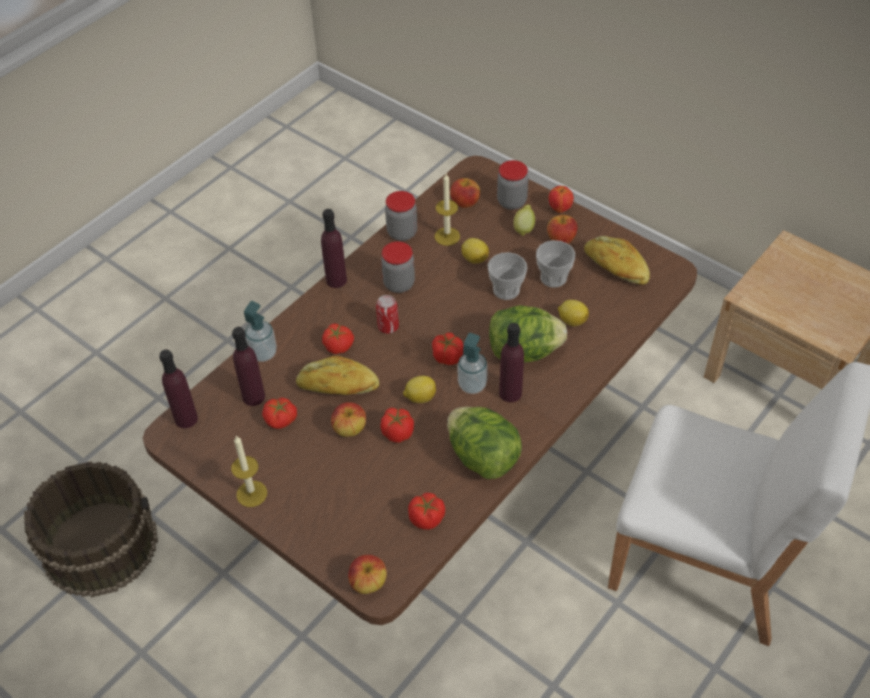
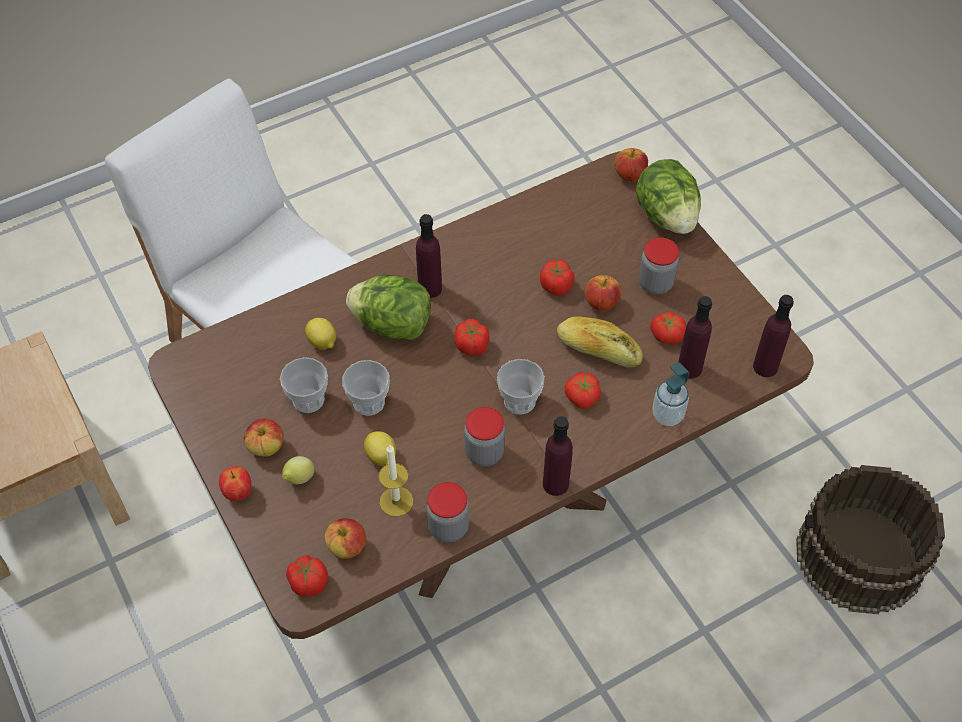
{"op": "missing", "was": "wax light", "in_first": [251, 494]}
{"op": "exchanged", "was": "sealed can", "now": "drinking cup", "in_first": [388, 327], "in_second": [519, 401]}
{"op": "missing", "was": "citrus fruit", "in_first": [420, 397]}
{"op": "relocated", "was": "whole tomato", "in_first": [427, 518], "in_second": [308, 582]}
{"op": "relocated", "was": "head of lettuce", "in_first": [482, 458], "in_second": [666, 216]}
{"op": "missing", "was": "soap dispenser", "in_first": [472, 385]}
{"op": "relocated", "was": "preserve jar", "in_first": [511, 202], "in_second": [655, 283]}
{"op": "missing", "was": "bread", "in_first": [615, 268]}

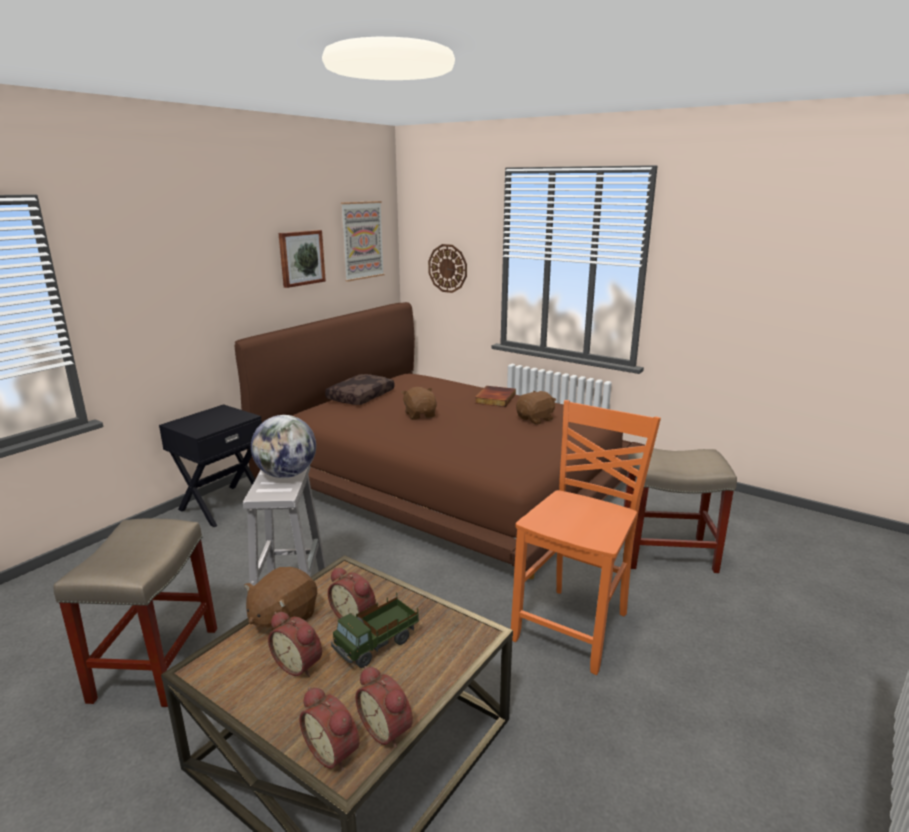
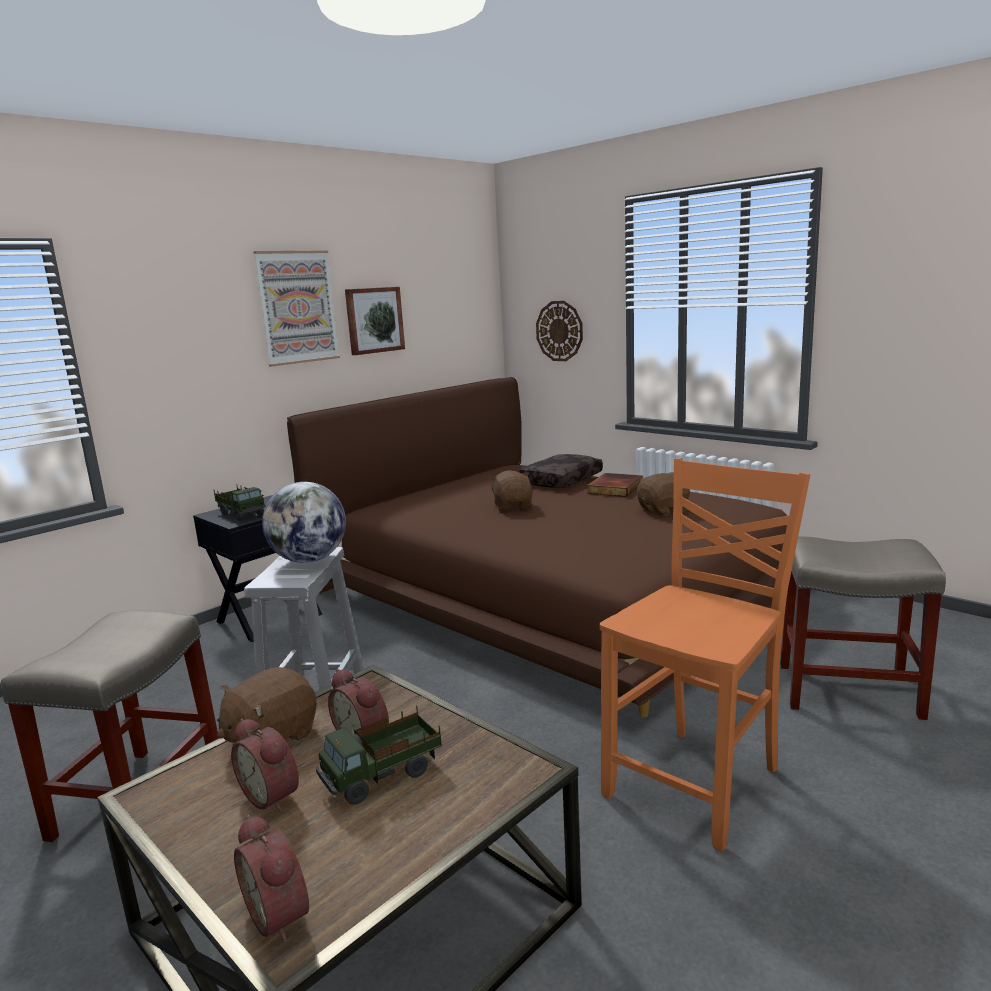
{"op": "relocated", "was": "throw pillow (brown)", "in_first": [360, 396], "in_second": [561, 480]}
{"op": "relocated", "was": "picture", "in_first": [362, 240], "in_second": [297, 307]}
{"op": "missing", "was": "alarm clock", "in_first": [388, 728]}
{"op": "appeared", "now": "toy truck", "in_second": [242, 514]}

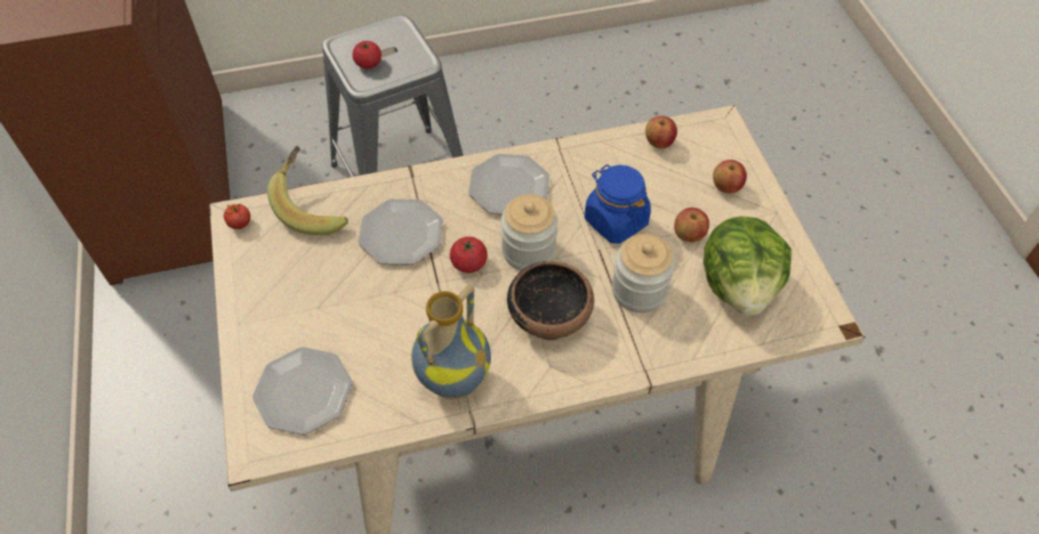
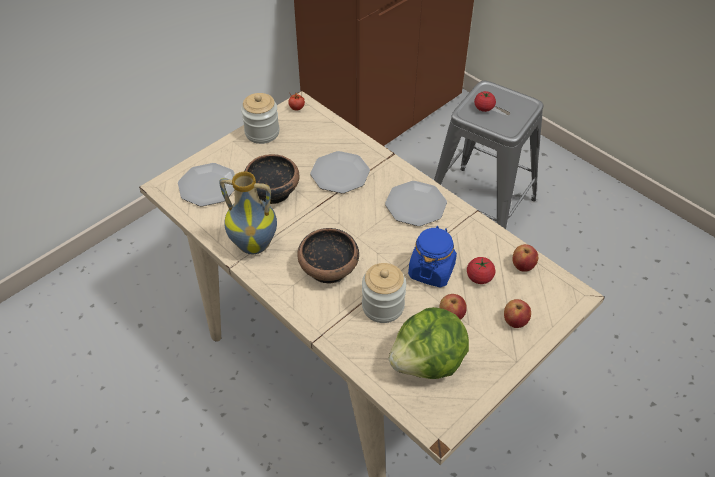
{"op": "missing", "was": "banana fruit", "in_first": [313, 206]}
{"op": "relocated", "was": "whole tomato", "in_first": [469, 263], "in_second": [479, 277]}
{"op": "relocated", "was": "preserve jar", "in_first": [529, 251], "in_second": [262, 132]}
{"op": "appeared", "now": "deep dish", "in_second": [272, 191]}

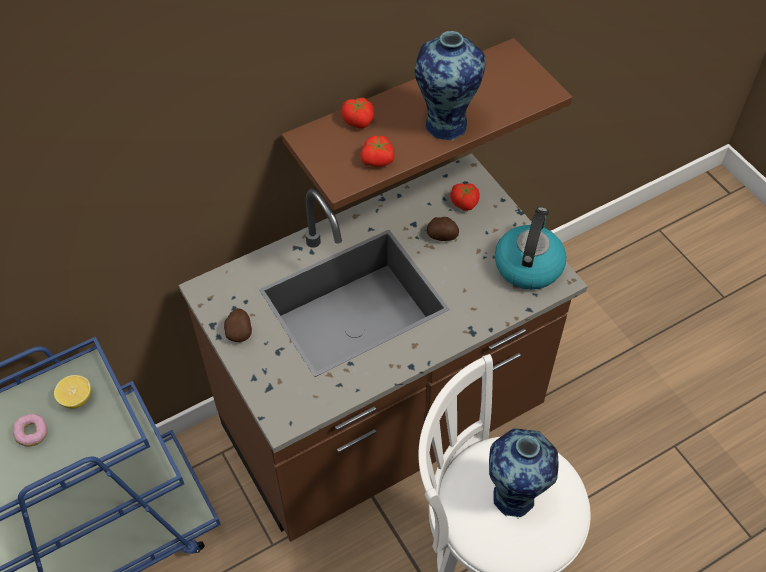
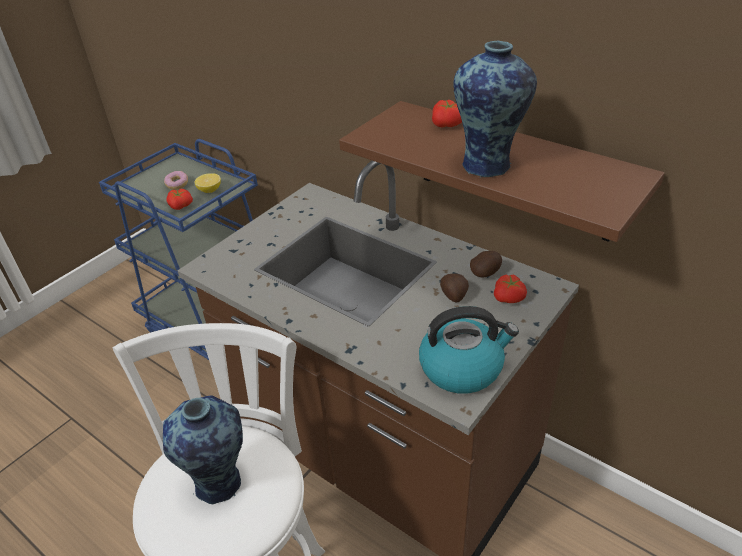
{"op": "relocated", "was": "whole potato", "in_first": [239, 331], "in_second": [486, 273]}
{"op": "relocated", "was": "whole tomato", "in_first": [378, 160], "in_second": [180, 206]}

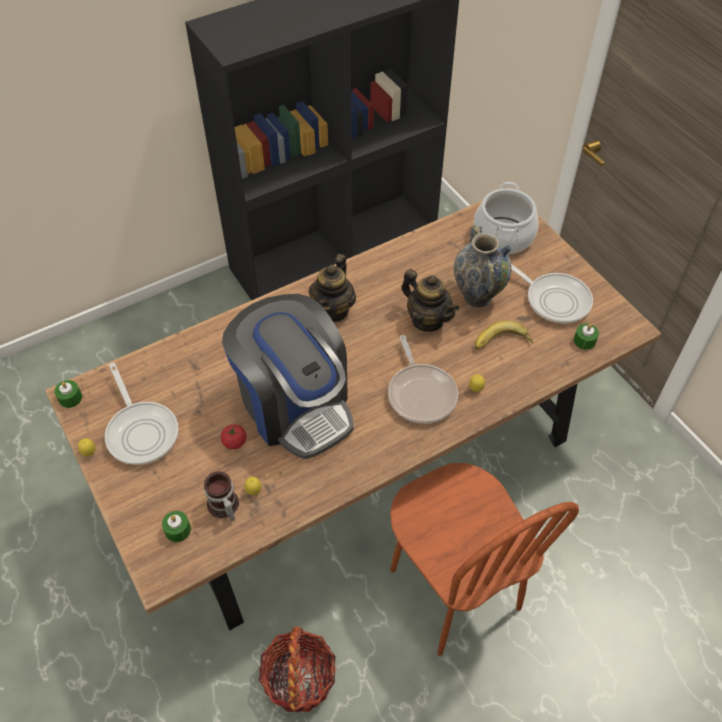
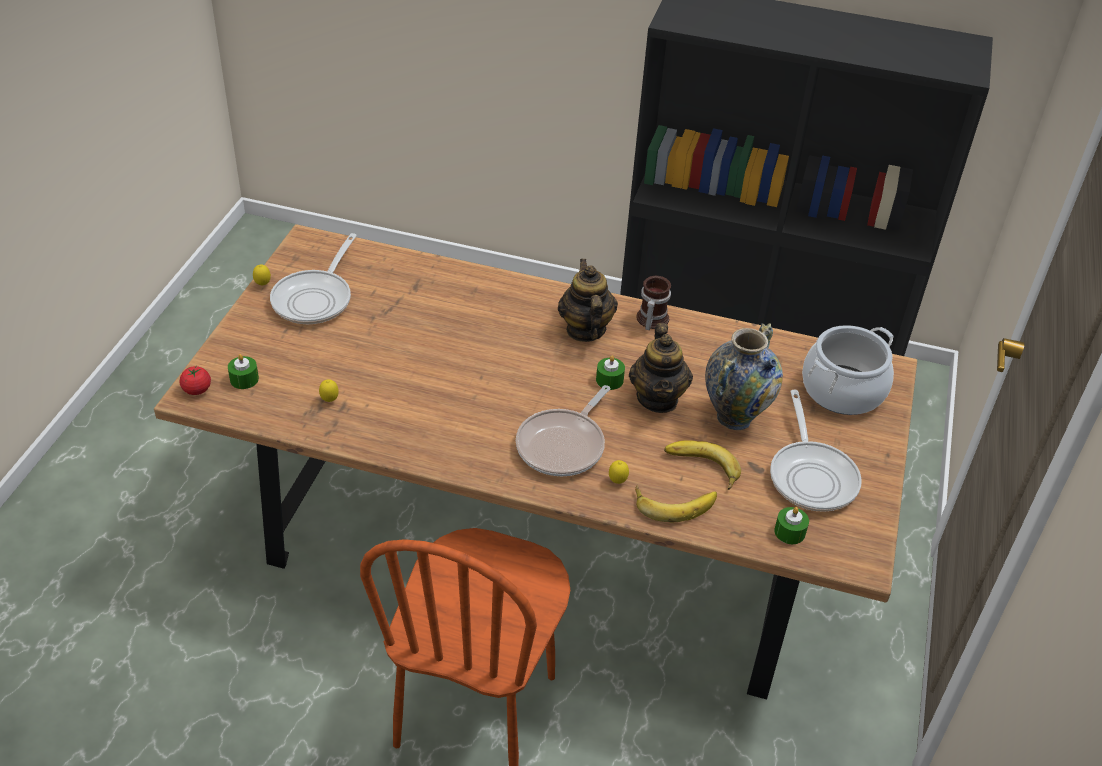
{"op": "relocated", "was": "wax light (green)", "in_first": [70, 398], "in_second": [609, 380]}
{"op": "relocated", "was": "coffee mug", "in_first": [223, 507], "in_second": [650, 320]}
{"op": "relocated", "was": "whole tomato", "in_first": [234, 442], "in_second": [197, 389]}
{"op": "missing", "was": "coffee maker", "in_first": [295, 405]}
{"op": "missing", "was": "storage basket", "in_first": [299, 678]}
{"op": "spun", "was": "pot for tea", "in_first": [333, 310], "in_second": [585, 330], "clockwise": 105}
{"op": "appeared", "now": "banana fruit", "in_second": [674, 502]}

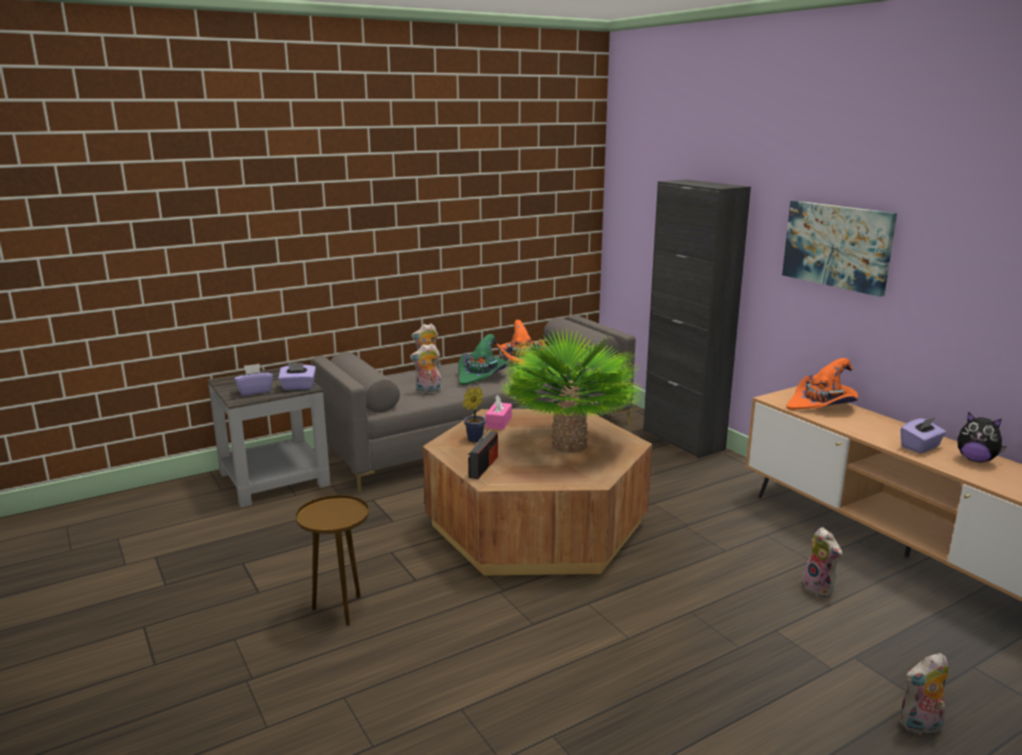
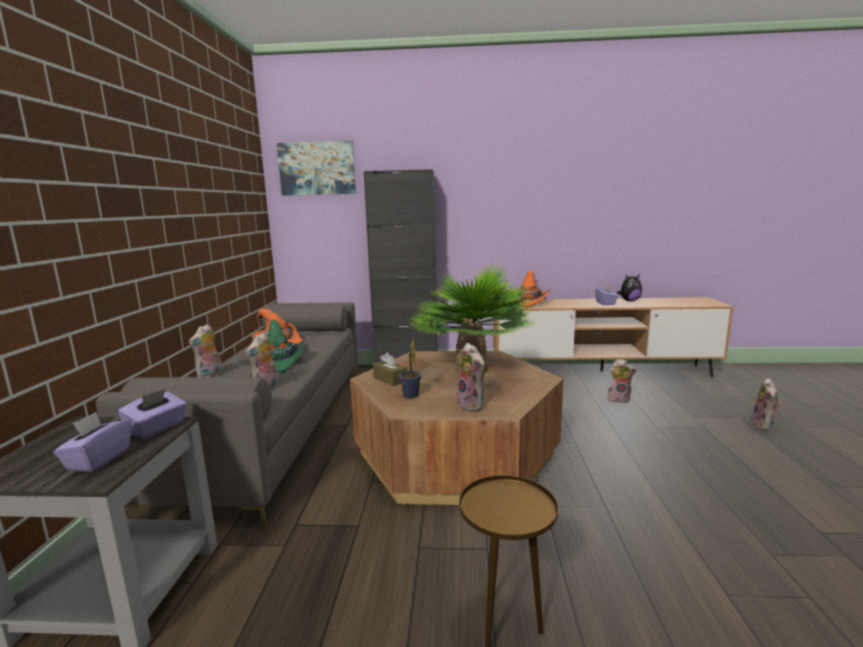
{"op": "exchanged", "was": "radio set", "now": "soft toy", "in_first": [483, 467], "in_second": [473, 405]}
{"op": "colour", "was": "tissue box (pink)", "now": "tissue box (brown)", "in_first": [499, 422], "in_second": [390, 379]}
{"op": "relocated", "was": "picture", "in_first": [837, 246], "in_second": [317, 168]}

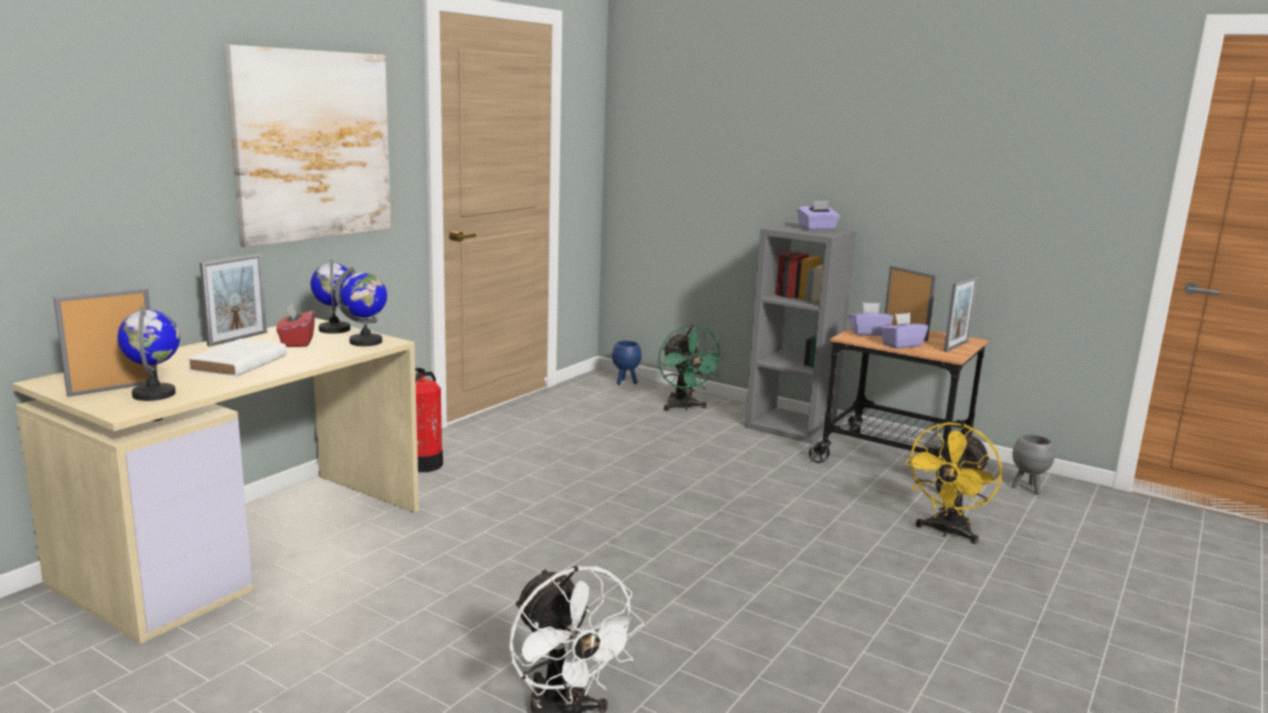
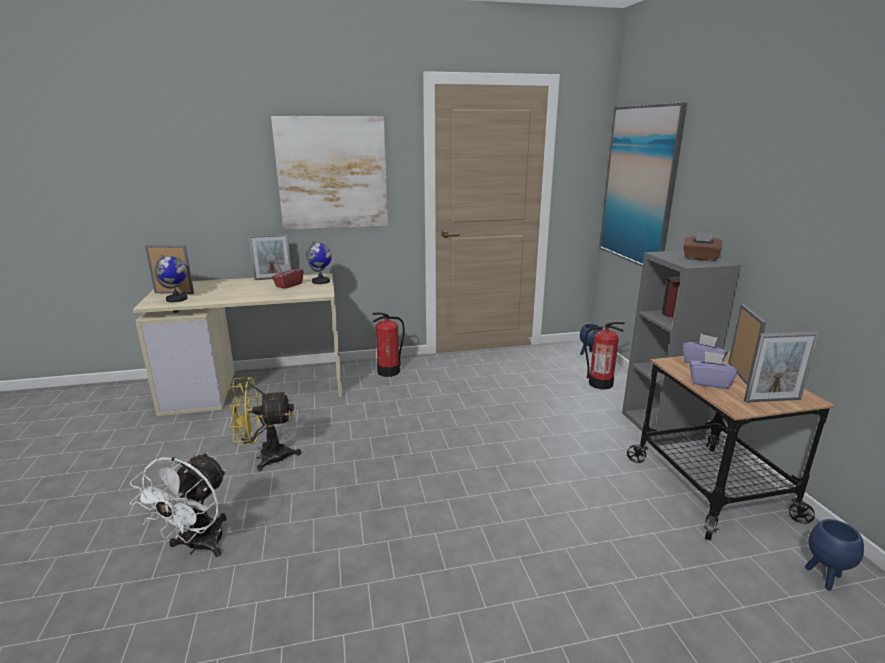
{"op": "missing", "was": "volume (whitish)", "in_first": [237, 364]}
{"op": "missing", "was": "desk globe", "in_first": [366, 342]}
{"op": "exchanged", "was": "fan (green)", "now": "fire extinguisher", "in_first": [684, 407], "in_second": [600, 383]}
{"op": "colour", "was": "tissue box (purple)", "now": "tissue box (brown)", "in_first": [817, 229], "in_second": [700, 258]}
{"op": "relocated", "was": "fan (yellow)", "in_first": [947, 532], "in_second": [265, 457]}
{"op": "colour", "was": "flower pot (gray)", "now": "flower pot (blue)", "in_first": [1027, 489], "in_second": [824, 578]}
{"op": "appeared", "now": "picture", "in_second": [639, 186]}

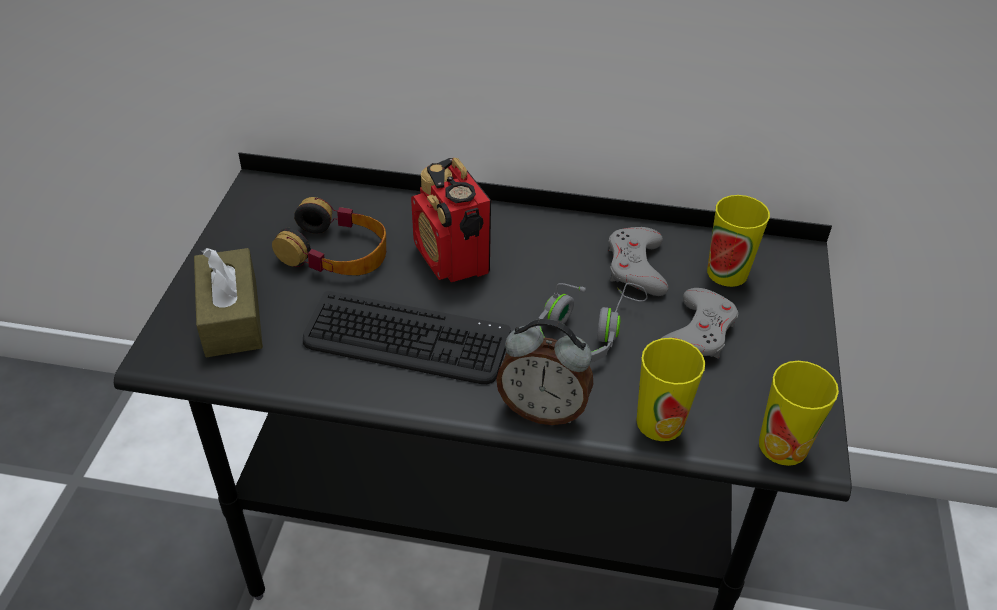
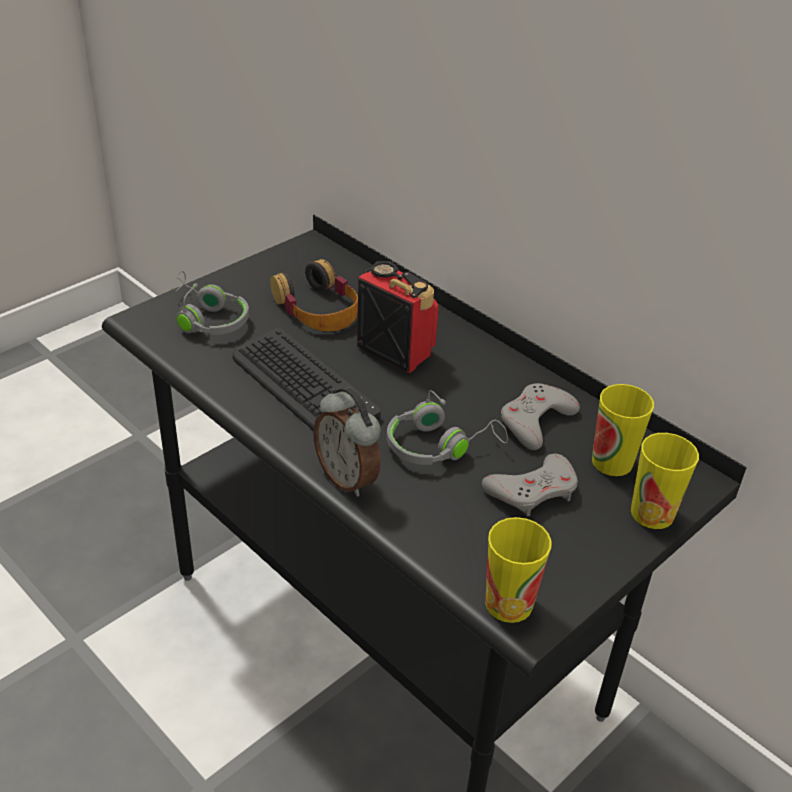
{"op": "exchanged", "was": "tissue box (brown)", "now": "headphones (gray)", "in_first": [231, 317], "in_second": [206, 318]}
{"op": "spun", "was": "radio set", "in_first": [452, 259], "in_second": [395, 350], "clockwise": 120}
{"op": "relocated", "was": "drinking cup", "in_first": [660, 422], "in_second": [652, 513]}

